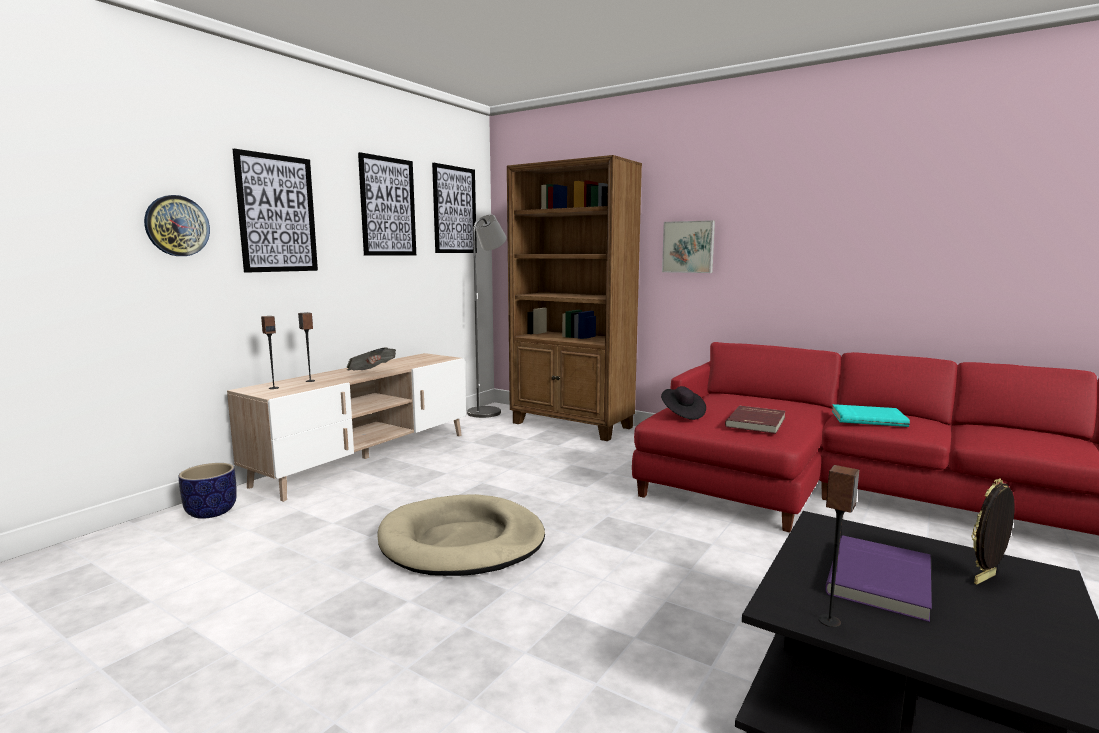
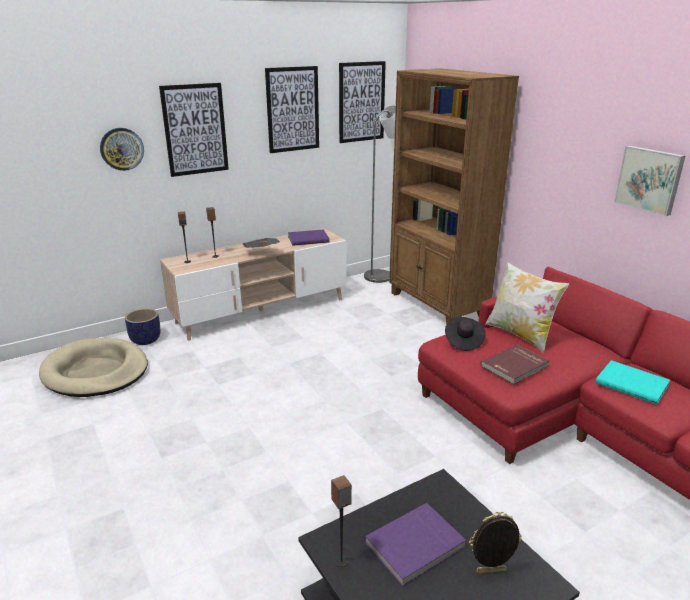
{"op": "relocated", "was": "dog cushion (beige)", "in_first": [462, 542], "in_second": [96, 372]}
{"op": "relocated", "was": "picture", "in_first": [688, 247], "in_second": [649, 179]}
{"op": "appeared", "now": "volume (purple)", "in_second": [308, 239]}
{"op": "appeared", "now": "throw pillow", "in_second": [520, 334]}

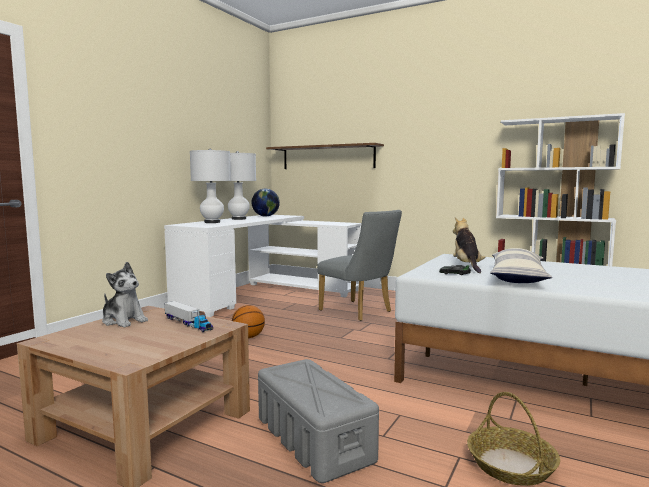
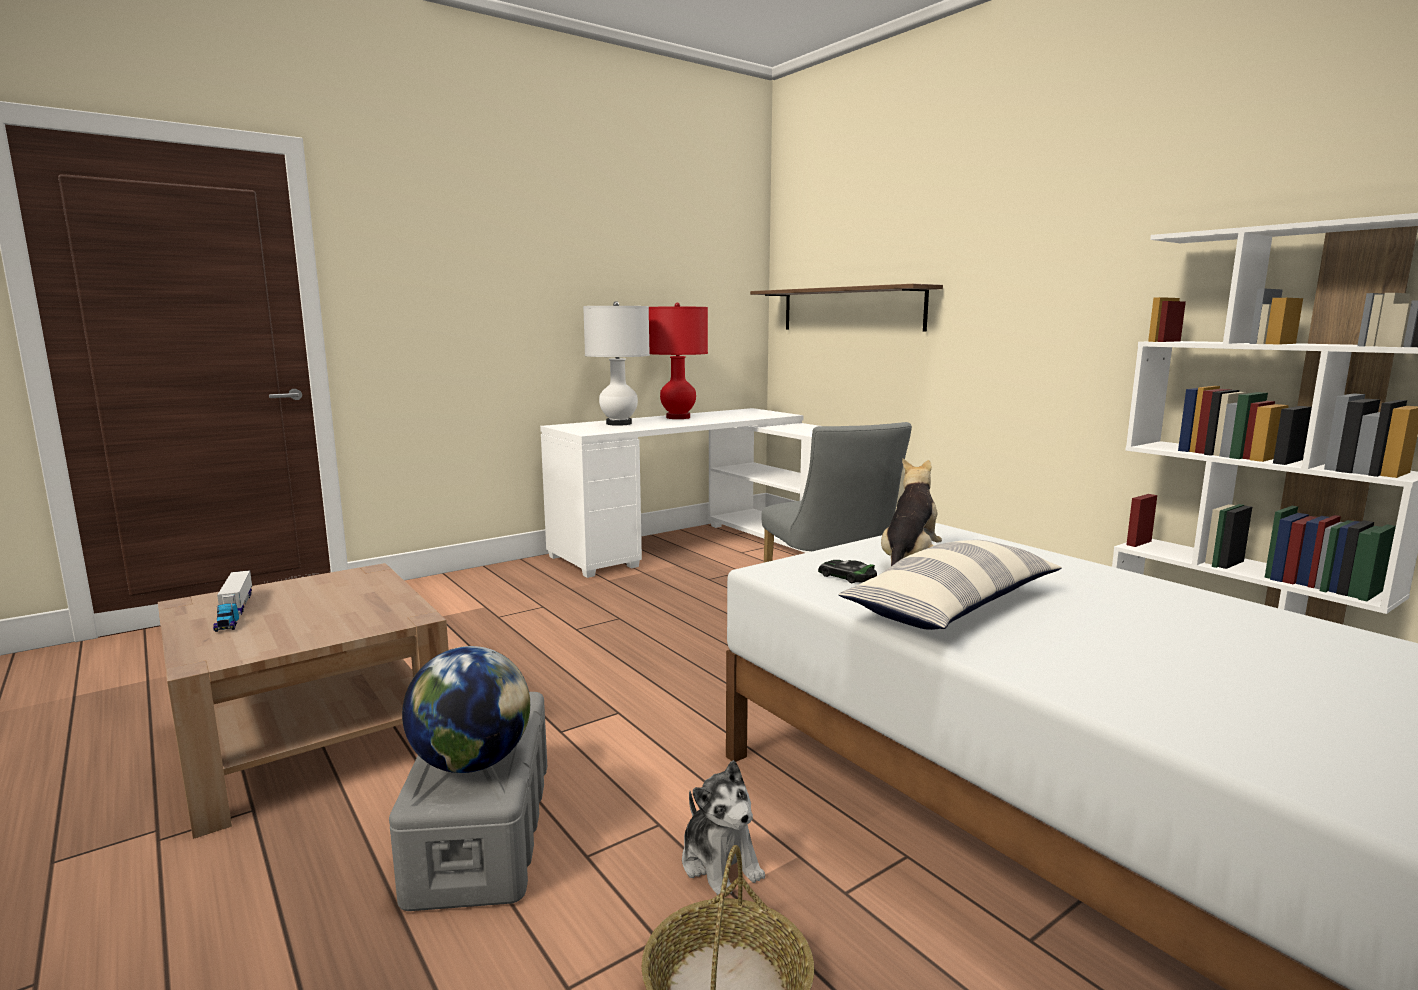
{"op": "relocated", "was": "soft toy", "in_first": [124, 321], "in_second": [720, 863]}
{"op": "relocated", "was": "toy truck", "in_first": [188, 323], "in_second": [234, 612]}
{"op": "colour", "was": "lamp for a table (whitish)", "now": "lamp for a table (reddish)", "in_first": [239, 219], "in_second": [678, 417]}
{"op": "missing", "was": "basketball", "in_first": [248, 337]}
{"op": "relocated", "was": "desk globe", "in_first": [265, 216], "in_second": [471, 763]}

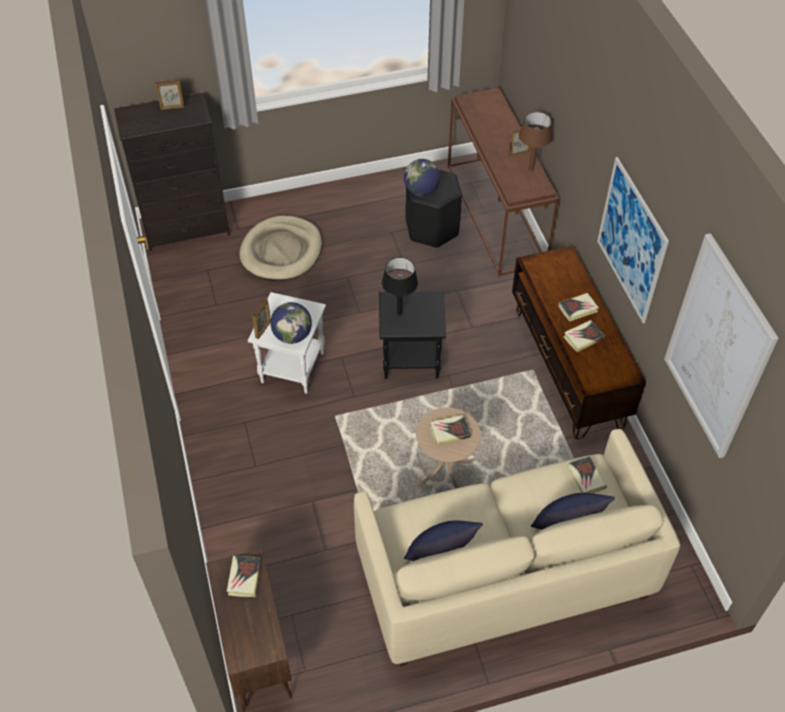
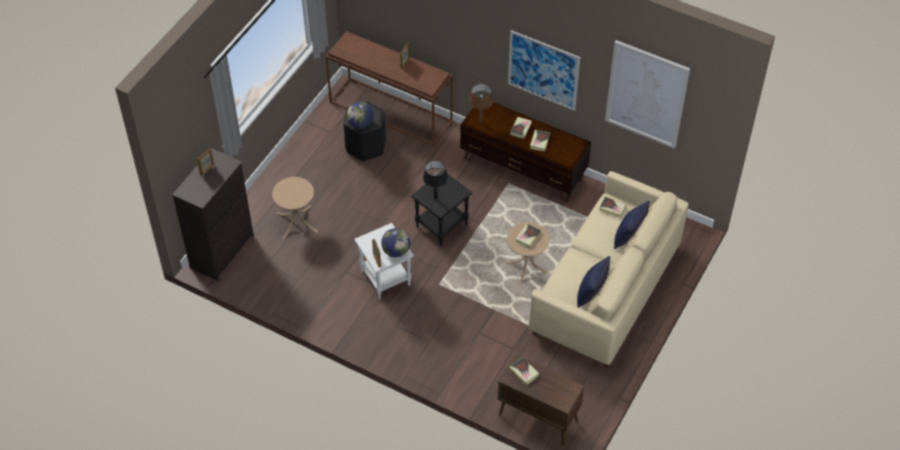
{"op": "exchanged", "was": "dog cushion (beige)", "now": "side table (beige)", "in_first": [281, 251], "in_second": [296, 222]}
{"op": "relocated", "was": "lamp for a table (brown)", "in_first": [530, 169], "in_second": [480, 121]}

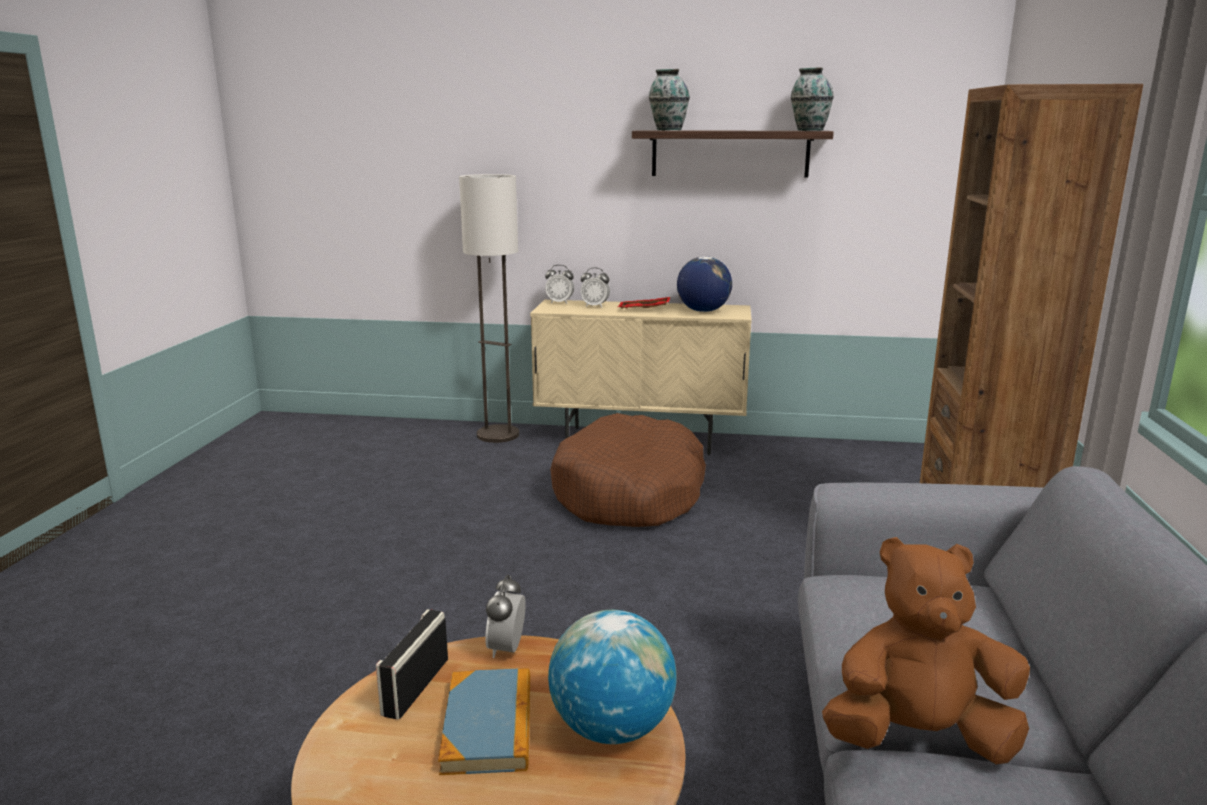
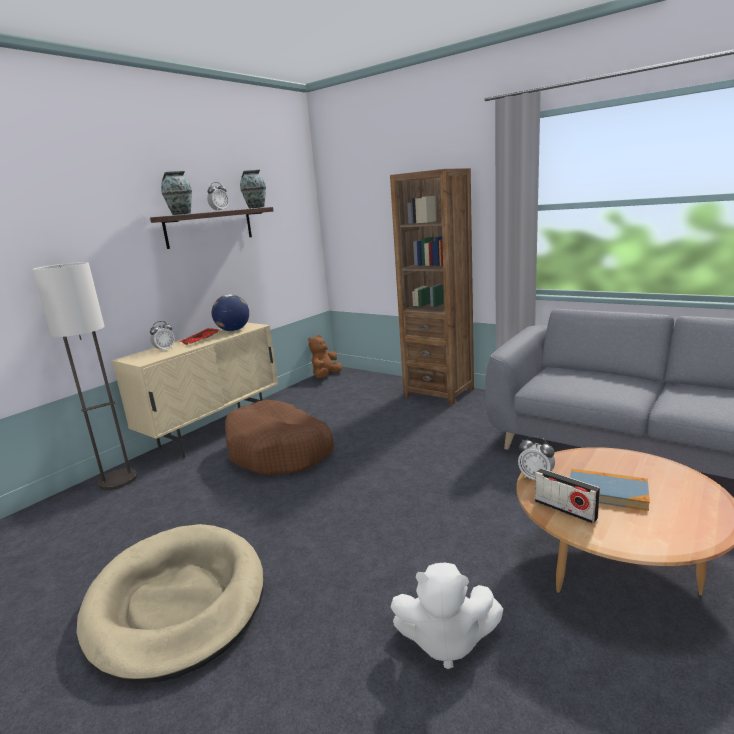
{"op": "relocated", "was": "alarm clock", "in_first": [560, 302], "in_second": [220, 211]}
{"op": "missing", "was": "desk globe", "in_first": [612, 728]}
{"op": "relocated", "was": "soft toy (brown)", "in_first": [918, 738], "in_second": [326, 376]}
{"op": "appeared", "now": "dog cushion (beige)", "in_second": [177, 602]}
{"op": "appeared", "now": "soft toy (whitish)", "in_second": [445, 641]}

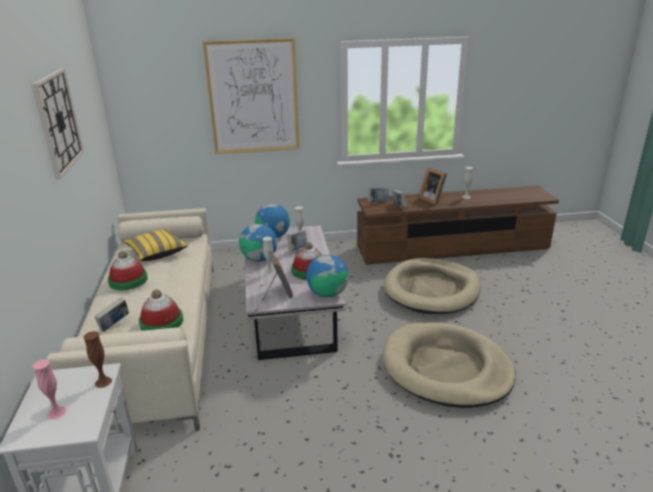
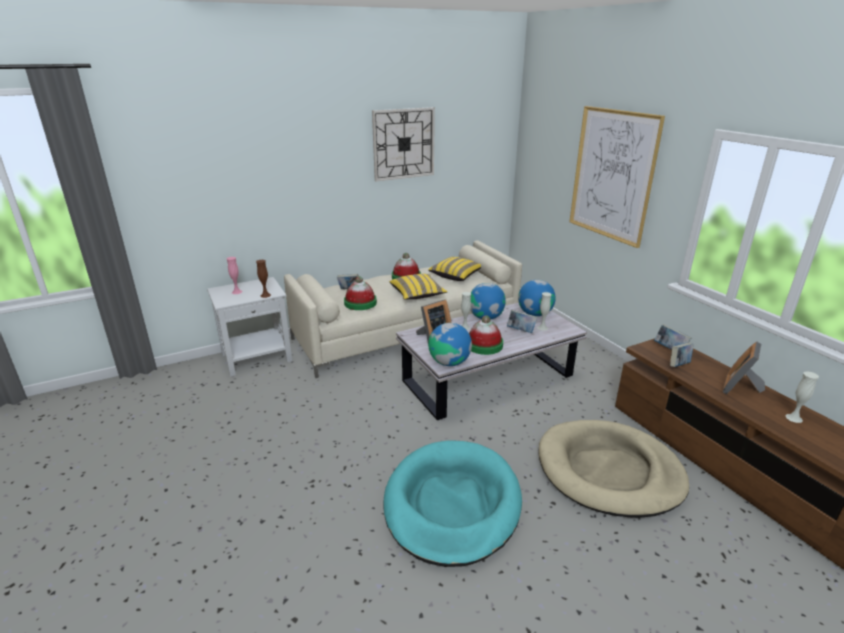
{"op": "colour", "was": "dog cushion (beige)", "now": "dog cushion (turquoise)", "in_first": [446, 368], "in_second": [452, 504]}
{"op": "appeared", "now": "throw pillow (yellow)", "in_second": [417, 295]}

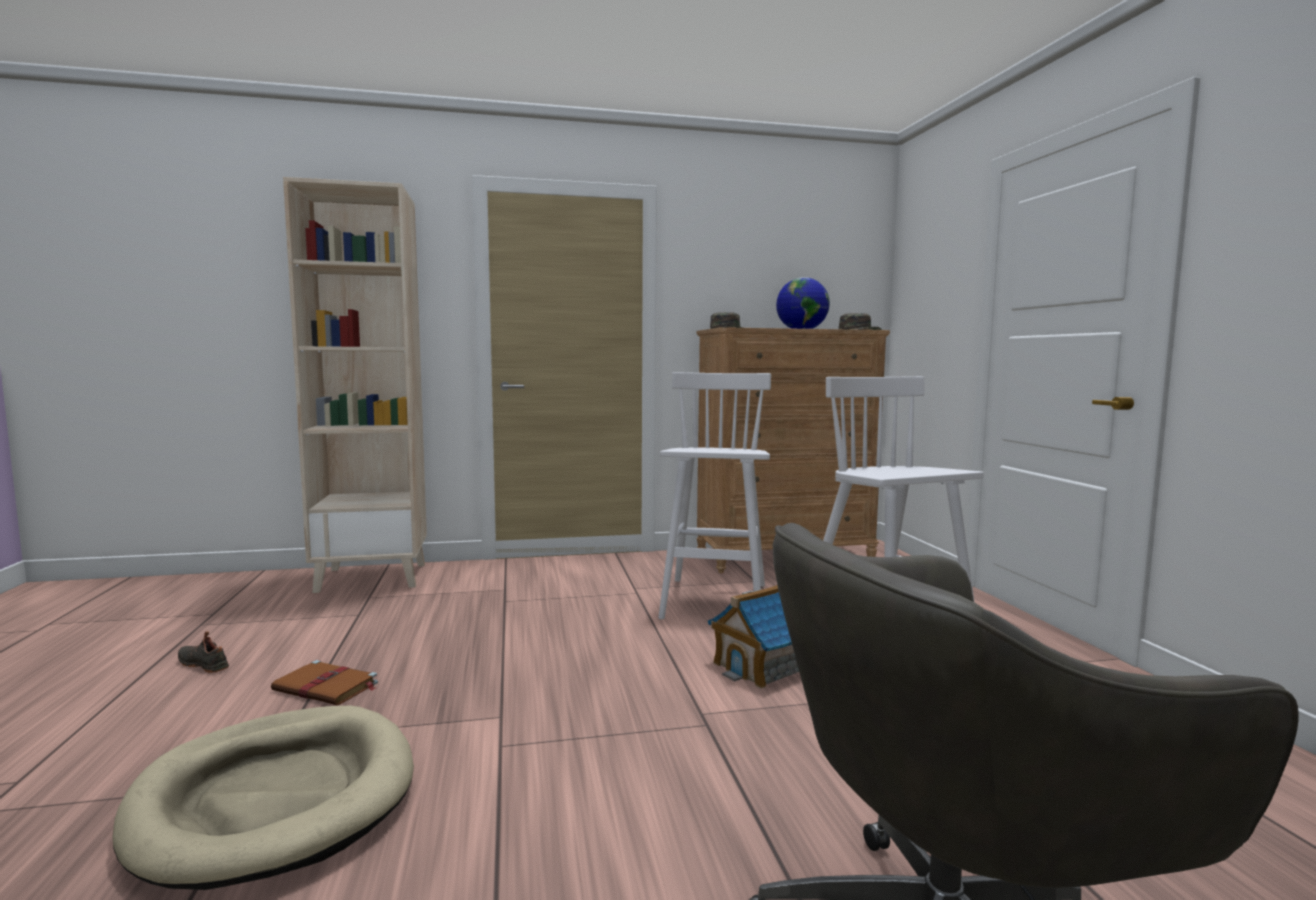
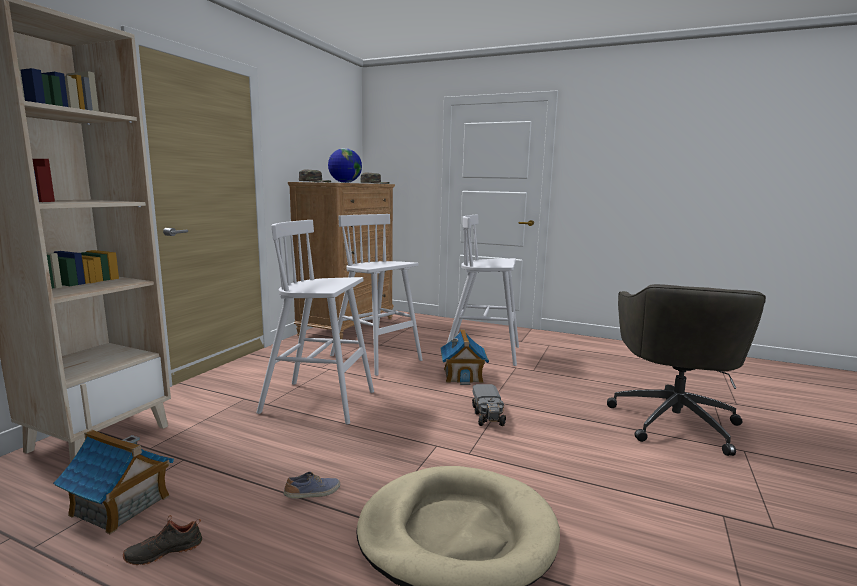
{"op": "exchanged", "was": "volume (brown)", "now": "shoe", "in_first": [327, 687], "in_second": [313, 494]}
{"op": "appeared", "now": "miniature house", "in_second": [120, 506]}
{"op": "appeared", "now": "stool seat (whitish)", "in_second": [320, 402]}
{"op": "appeared", "now": "toy truck", "in_second": [488, 416]}

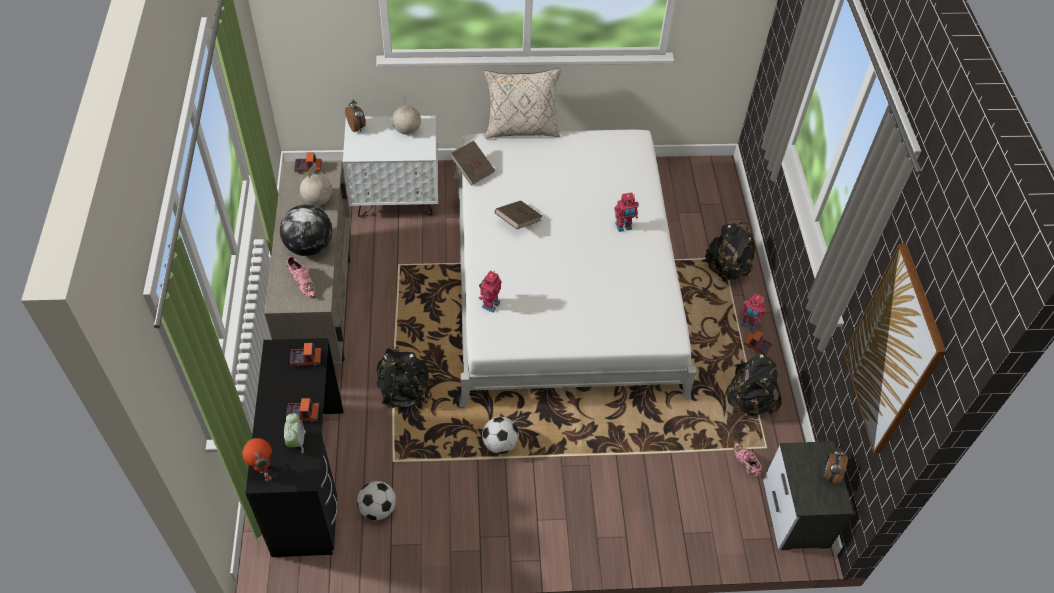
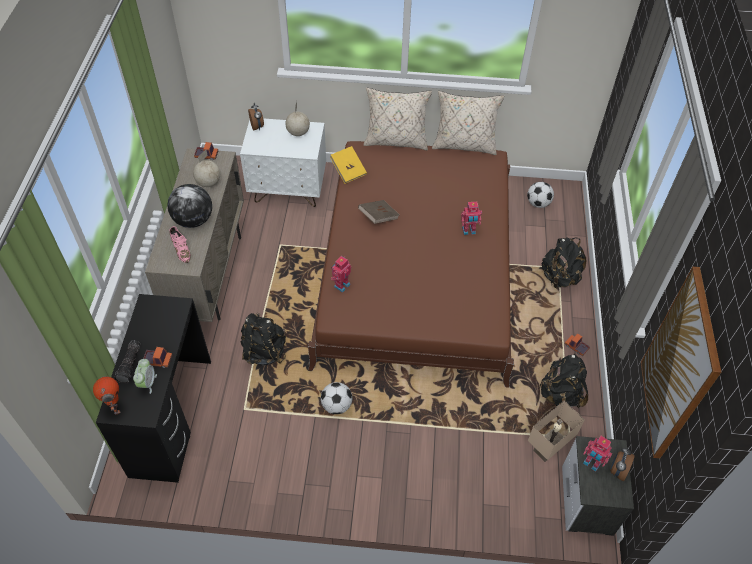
{"op": "missing", "was": "toy truck", "in_first": [306, 359]}
{"op": "relocated", "was": "ball for football", "in_first": [378, 509], "in_second": [538, 203]}
{"op": "colour", "was": "volume (brown)", "now": "volume (yellow)", "in_first": [472, 170], "in_second": [348, 171]}
{"op": "colour", "was": "bedroom bed (whitish)", "now": "bedroom bed (brown)", "in_first": [563, 279], "in_second": [416, 271]}
{"op": "exchanged", "was": "shoe (pink)", "now": "lamp for a table (beige)", "in_first": [745, 464], "in_second": [548, 450]}
{"op": "relocated", "was": "model robot", "in_first": [748, 324], "in_second": [591, 463]}
{"op": "appeared", "now": "hand torch", "in_second": [130, 365]}
{"op": "appeared", "now": "throw pillow (beige)", "in_second": [464, 145]}

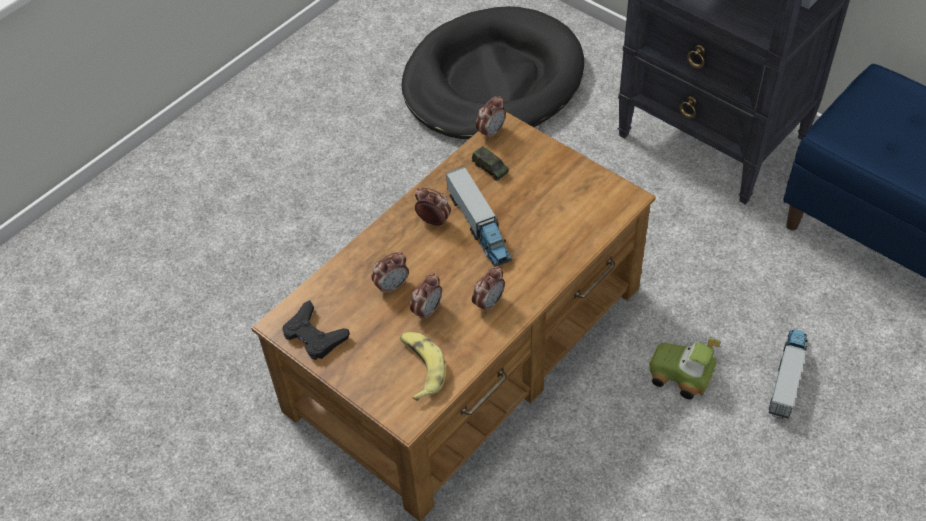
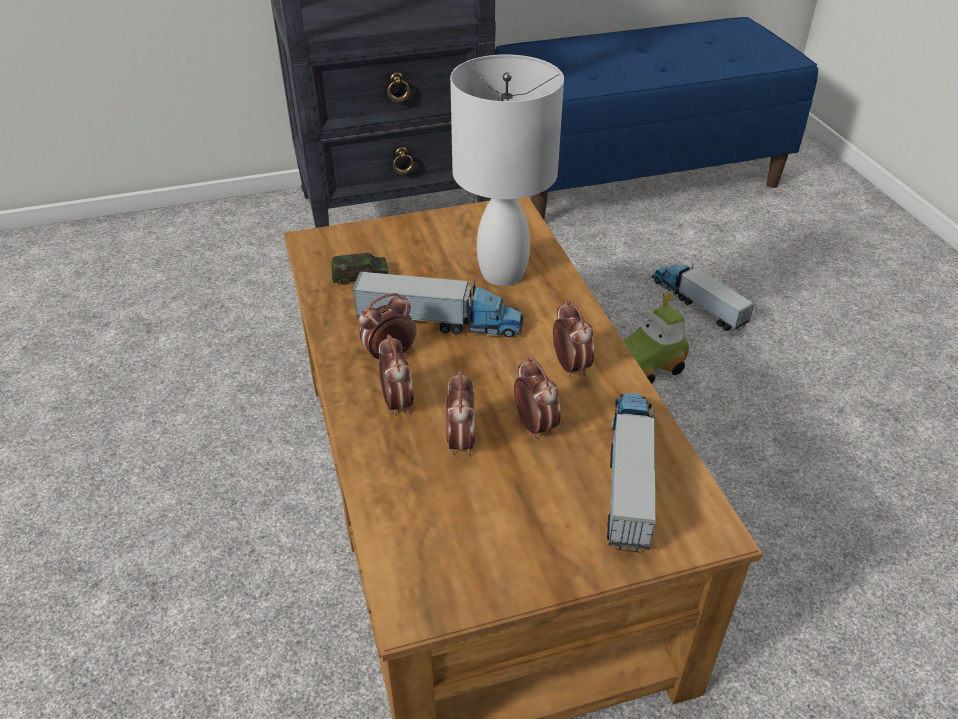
{"op": "missing", "was": "gamepad (black)", "in_first": [314, 335]}
{"op": "exchanged", "was": "banana fruit", "now": "toy truck", "in_first": [421, 367], "in_second": [629, 475]}
{"op": "missing", "was": "dog cushion (black)", "in_first": [492, 81]}
{"op": "relocated", "was": "alarm clock", "in_first": [491, 132], "in_second": [397, 403]}
{"op": "appeared", "now": "lamp for a table (whitish)", "in_second": [504, 274]}

